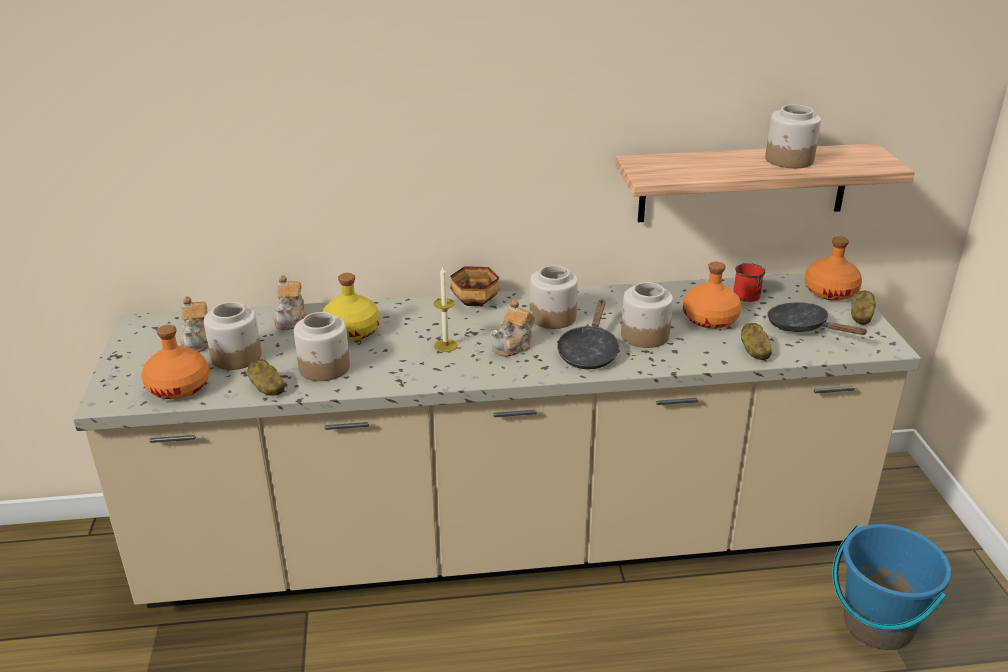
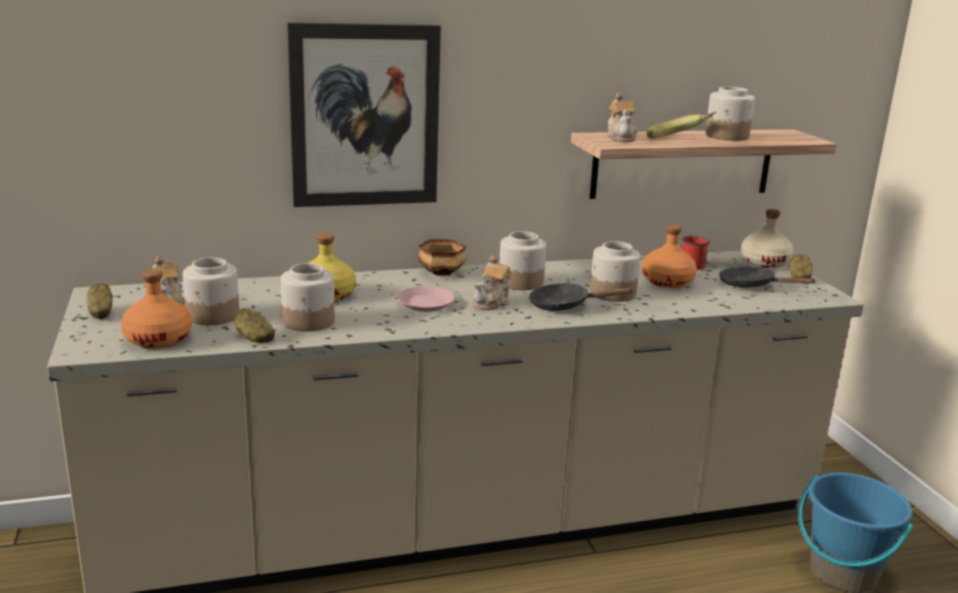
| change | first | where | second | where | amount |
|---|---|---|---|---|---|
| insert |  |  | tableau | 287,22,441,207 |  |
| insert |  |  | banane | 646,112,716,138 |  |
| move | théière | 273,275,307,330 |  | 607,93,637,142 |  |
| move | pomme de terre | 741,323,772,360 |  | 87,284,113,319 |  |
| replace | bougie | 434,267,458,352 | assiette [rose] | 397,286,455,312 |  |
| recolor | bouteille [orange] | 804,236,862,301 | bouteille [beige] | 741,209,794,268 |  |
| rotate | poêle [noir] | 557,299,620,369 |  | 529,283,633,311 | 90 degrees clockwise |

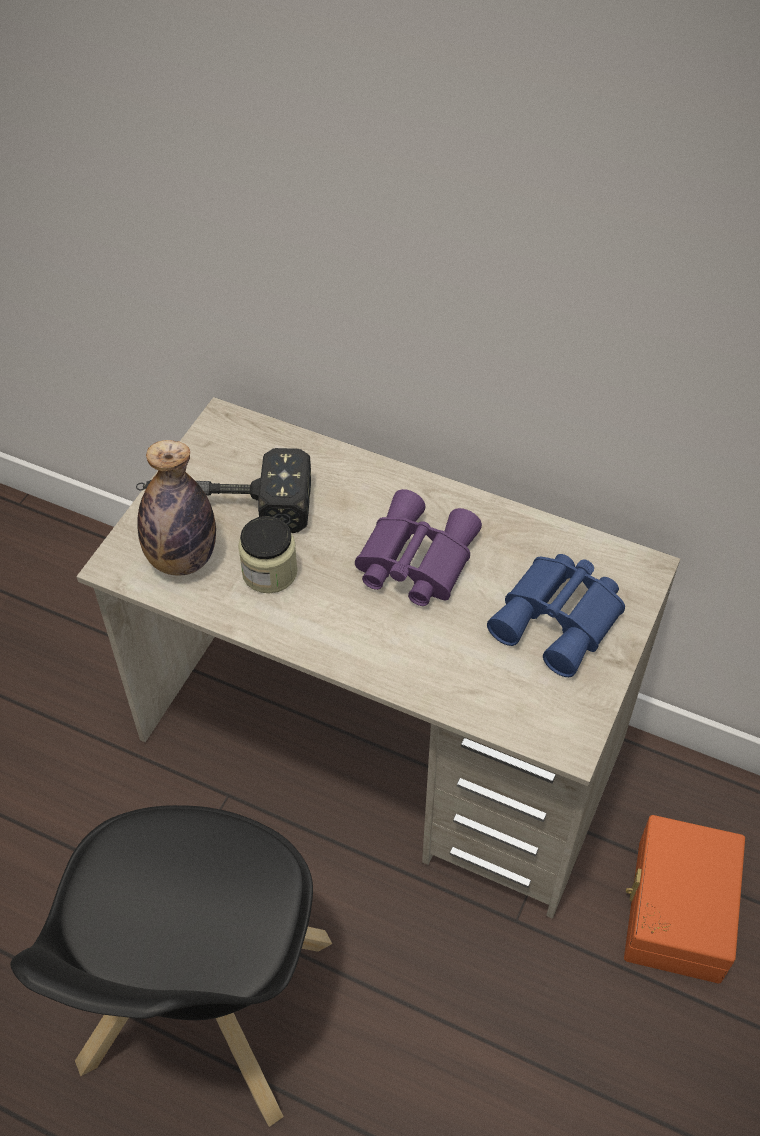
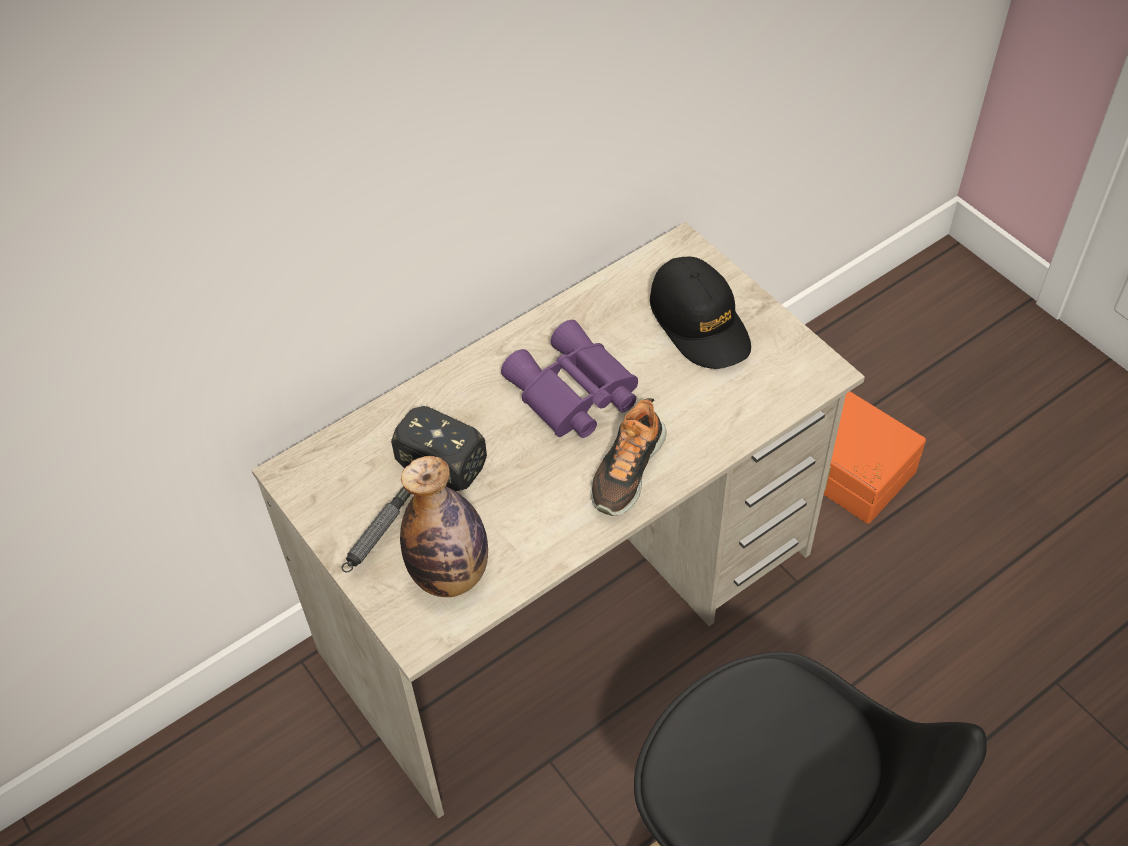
| change | first | where | second | where | amount |
|---|---|---|---|---|---|
| delete | bocal | 238,516,298,593 |  |  |  |
| insert |  |  | chaussure | 591,398,667,516 |  |
| replace | jumelles [bleu] | 487,554,625,677 | casquette [noir] | 650,257,751,369 |  |

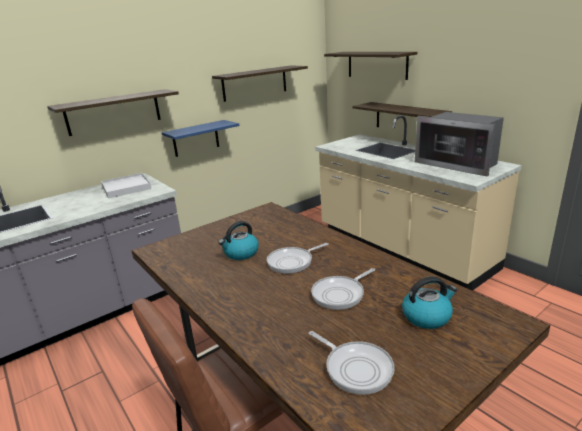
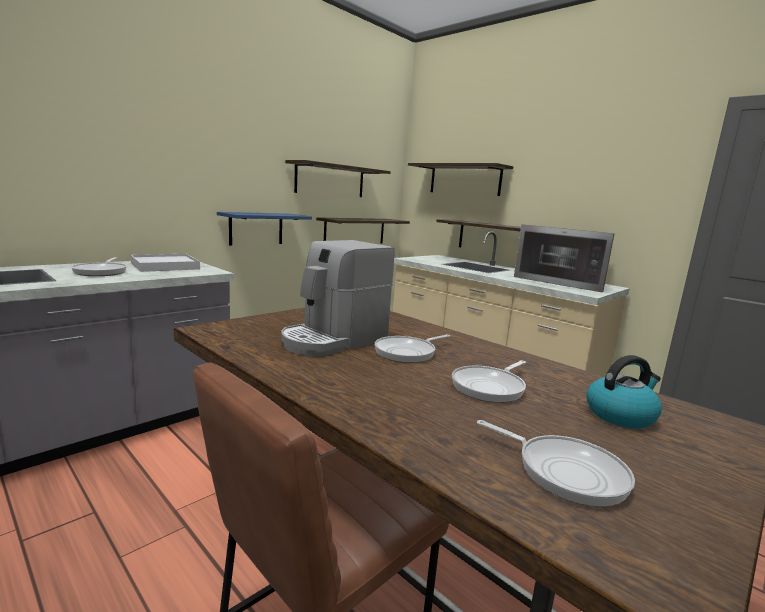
| change | first | where | second | where | amount |
|---|---|---|---|---|---|
| insert |  |  | poêle | 71,257,127,276 |  |
| move | étagère | 47,89,179,136 |  | 316,217,410,244 |  |
| replace | bouilloire | 219,221,259,260 | machine à café | 281,240,395,356 |  |

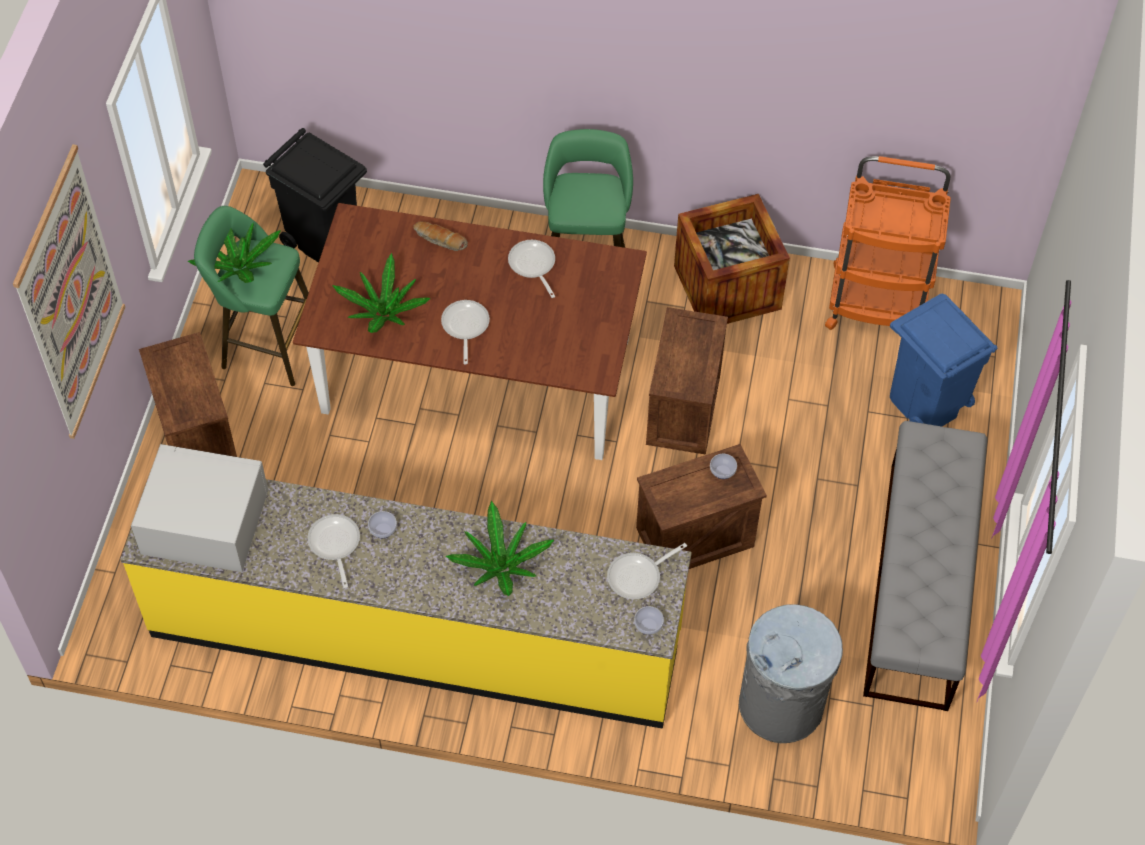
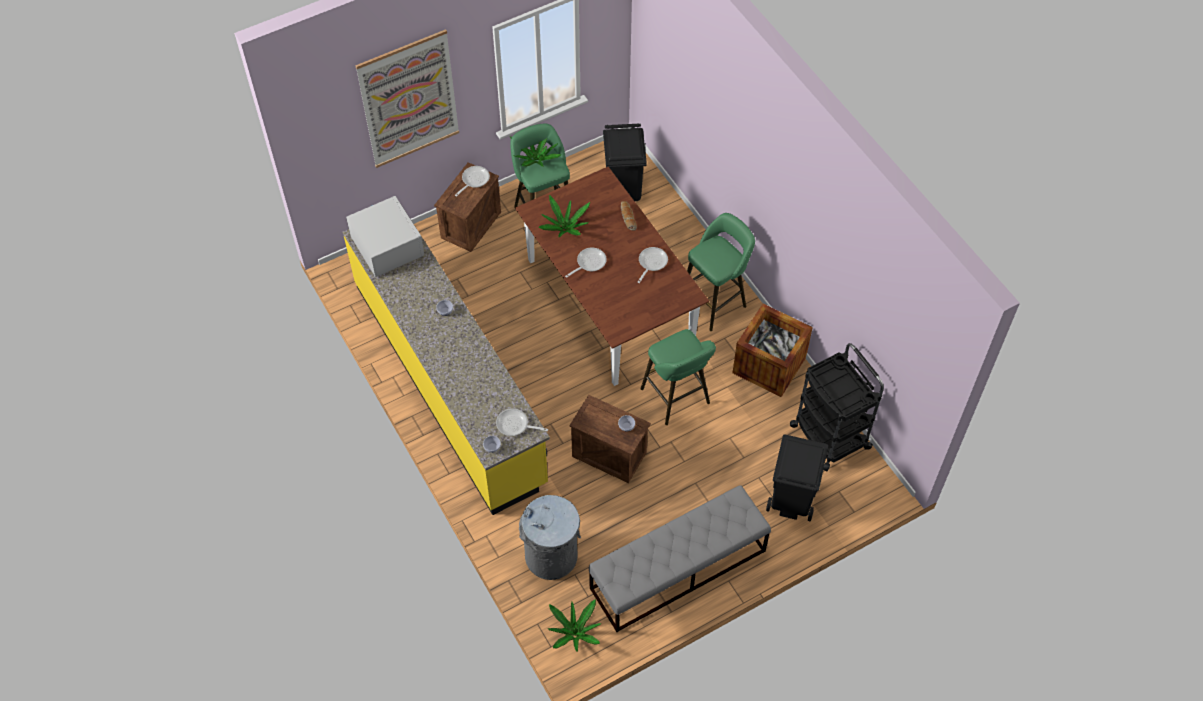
| change | first | where | second | where | amount |
|---|---|---|---|---|---|
| move | poêle | 307,514,360,588 |  | 455,166,490,196 |  |
| move | plante en pot | 446,501,554,596 |  | 548,599,601,652 |  |
| replace | caisse | 646,307,728,455 | tabouret [vert] | 641,329,716,425 |  |
| recolor | chariot [orange] | 825,156,951,330 | chariot [noir] | 790,343,884,471 |  |
| recolor | poubelle [bleu] | 890,294,998,427 | poubelle [noir] | 766,434,828,521 |  |

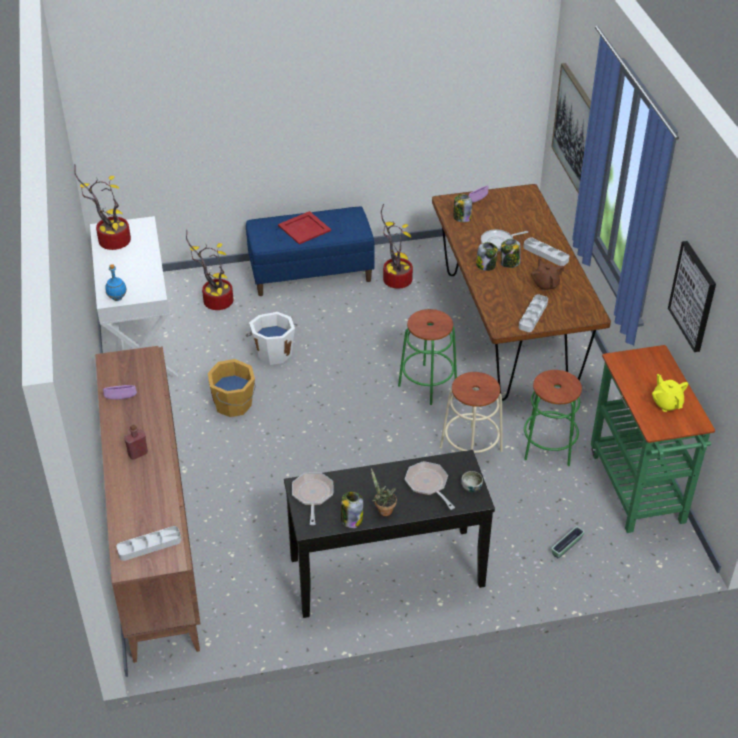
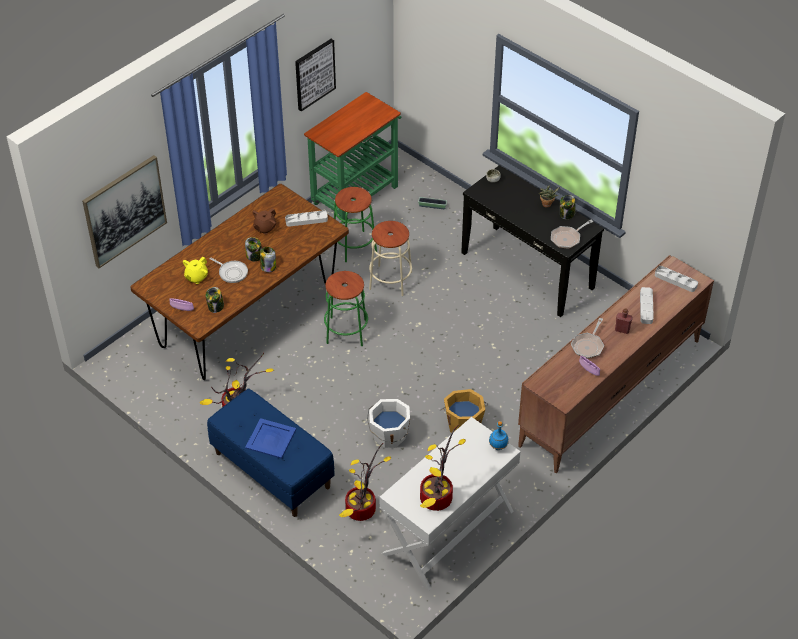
| change | first | where | second | where | amount |
|---|---|---|---|---|---|
| move | poêle | 405,461,455,510 |  | 571,318,604,359 |  |
| move | plateau [gris] | 523,237,569,266 |  | 640,287,654,324 |  |
| move | théière [jaune] | 652,374,688,412 |  | 183,257,208,284 |  |
| recolor | plateau [rouge] | 278,211,331,244 | plateau [bleu] | 245,418,296,459 |  |

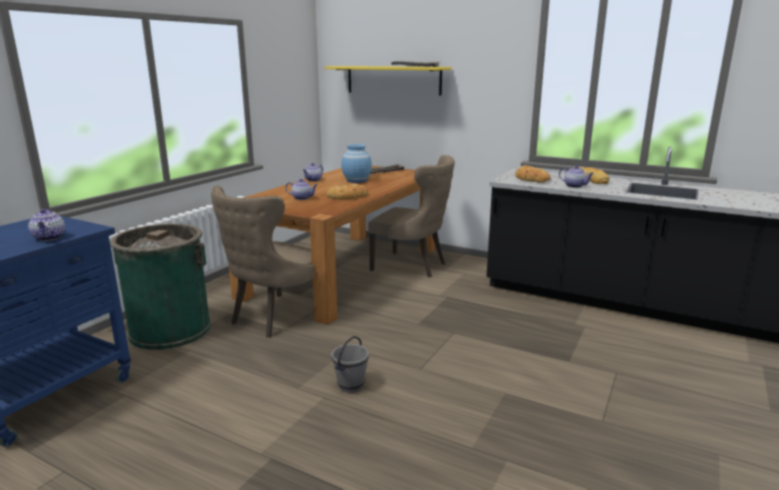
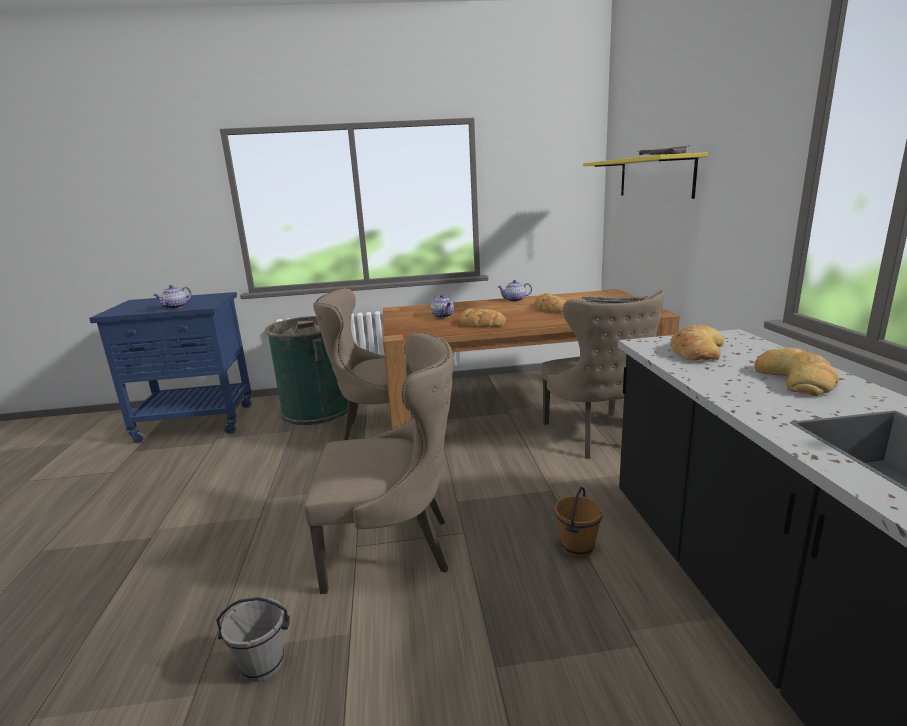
| change | first | where | second | where | amount |
|---|---|---|---|---|---|
| delete | théière | 559,166,594,188 |  |  |  |
| insert |  |  | chaise [beige] | 304,332,453,594 |  |
| insert |  |  | seau [marron] | 555,487,603,558 |  |
| move | seau [gris] | 331,336,369,393 |  | 216,597,290,682 |  |
| replace | vase [bleu] | 341,144,372,183 | pain | 534,293,566,313 |  |

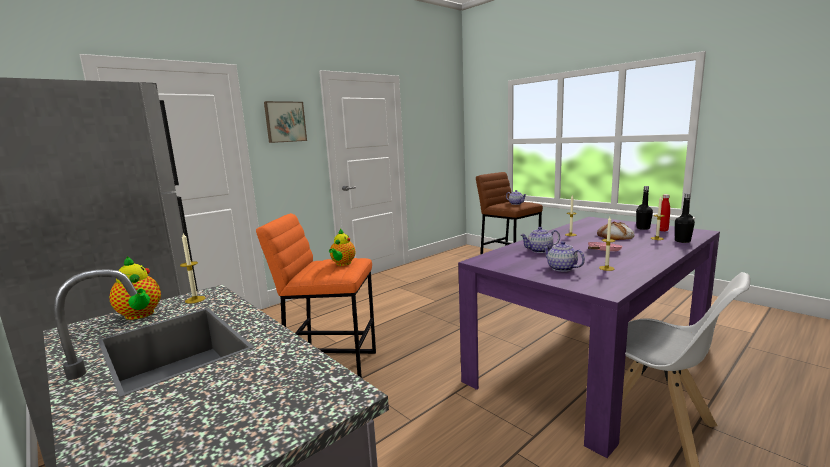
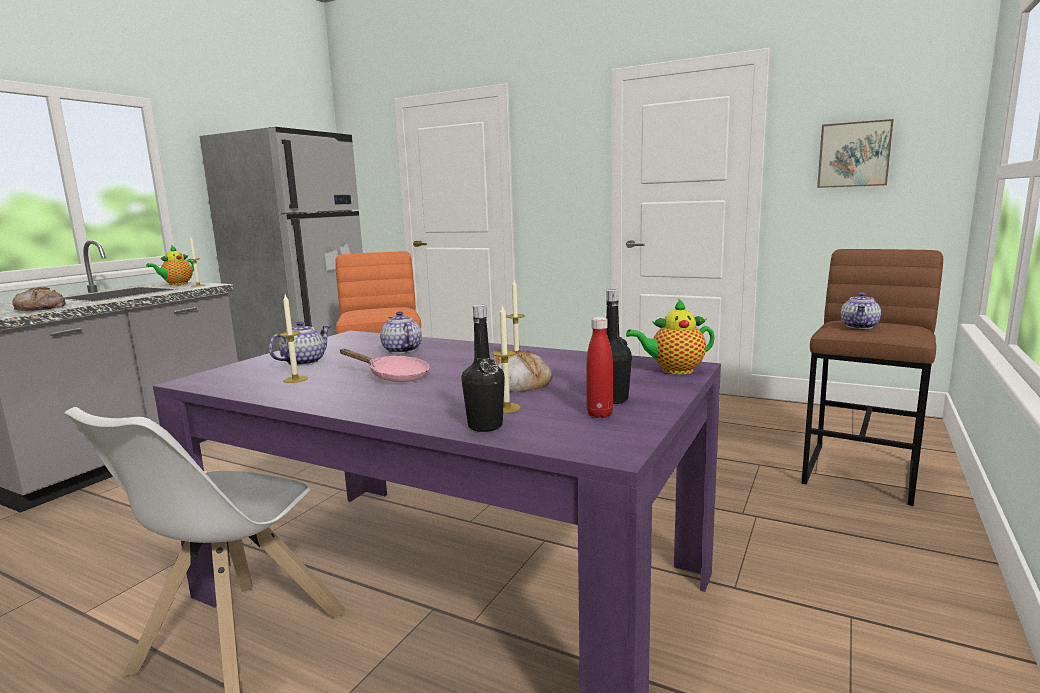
| change | first | where | second | where | amount |
|---|---|---|---|---|---|
| insert |  |  | pain | 12,287,66,311 |  |
| move | tableau | 264,101,307,143 |  | 817,119,894,188 |  |
| move | théière | 329,229,356,266 |  | 626,299,715,375 |  |

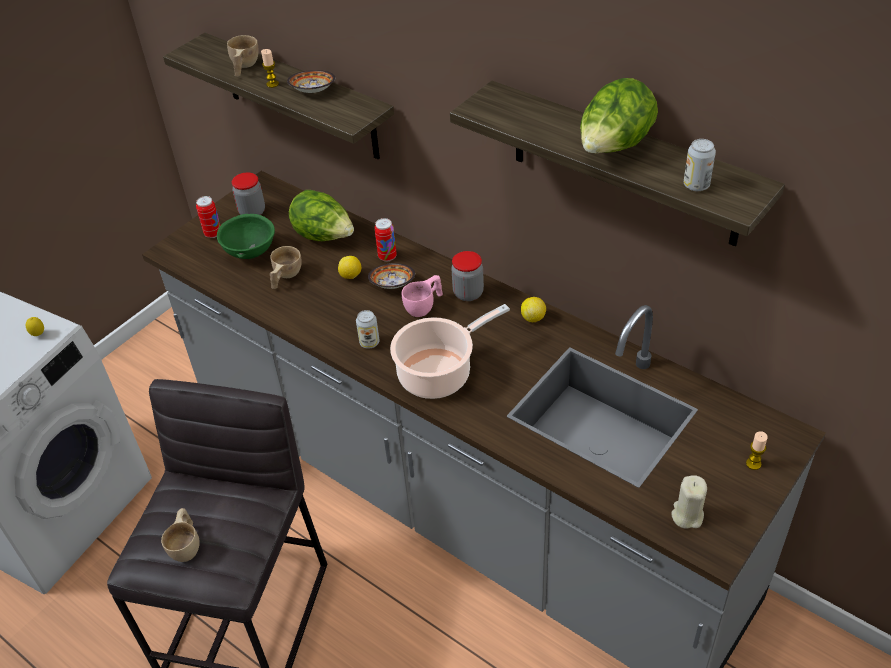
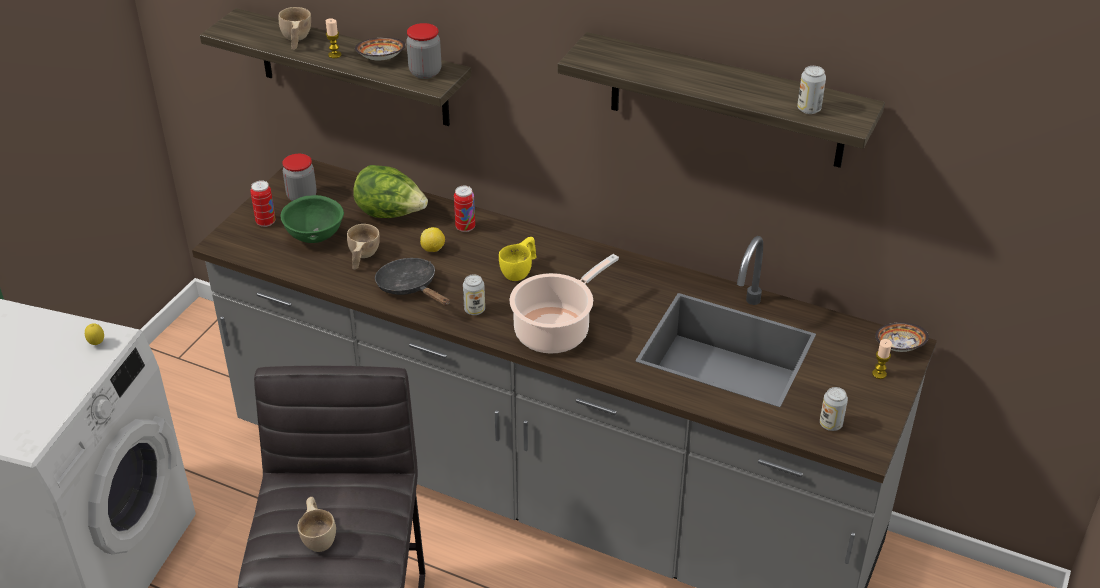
| change | first | where | second | where | amount |
|---|---|---|---|---|---|
| delete | citron | 521,297,546,322 |  |  |  |
| delete | laitue | 580,78,658,153 |  |  |  |
| insert |  |  | poêle [noir] | 375,258,450,306 |  |
| move | bol | 368,263,415,289 |  | 875,322,929,352 |  |
| move | bocal | 451,251,484,301 |  | 406,23,441,79 |  |
| replace | bougie [beige] | 671,475,707,529 | boîte métallique | 820,387,848,431 |  |
| recolor | tasse [rose] | 401,275,443,317 | tasse [jaune] | 499,237,536,281 |  |

